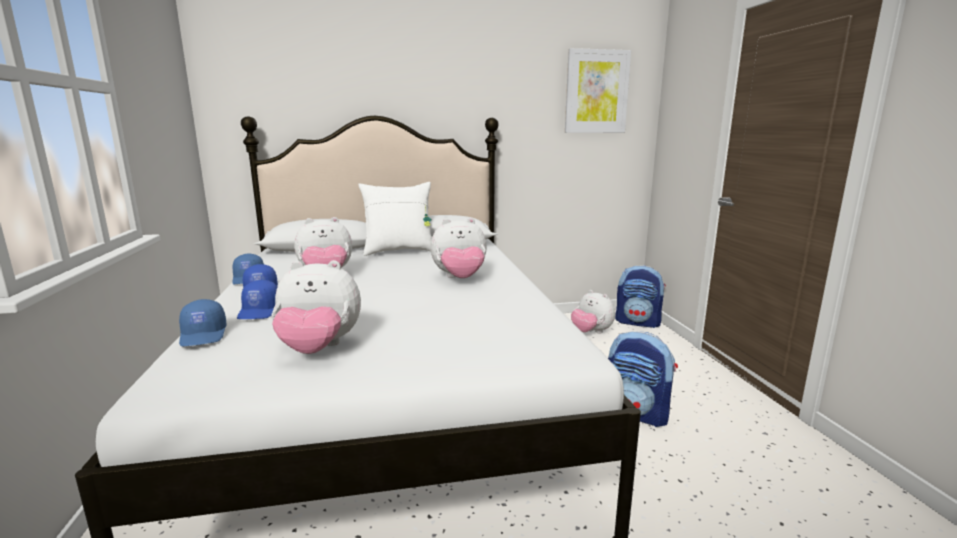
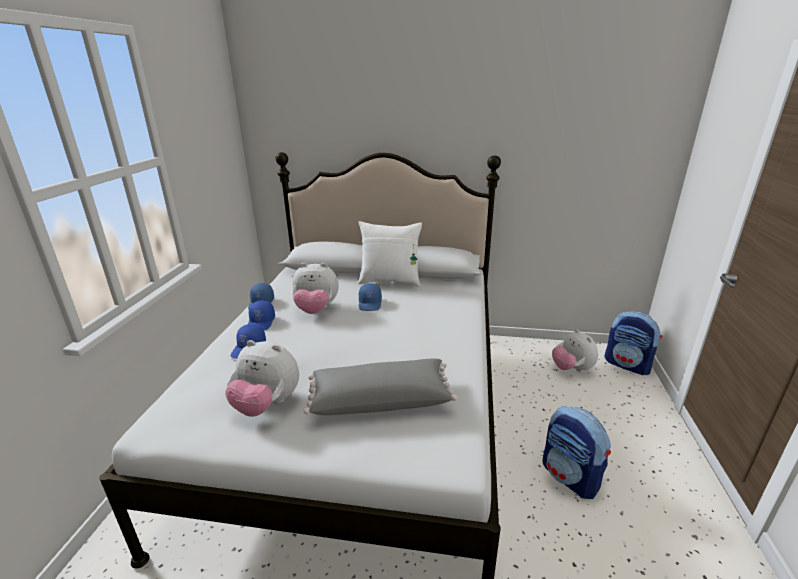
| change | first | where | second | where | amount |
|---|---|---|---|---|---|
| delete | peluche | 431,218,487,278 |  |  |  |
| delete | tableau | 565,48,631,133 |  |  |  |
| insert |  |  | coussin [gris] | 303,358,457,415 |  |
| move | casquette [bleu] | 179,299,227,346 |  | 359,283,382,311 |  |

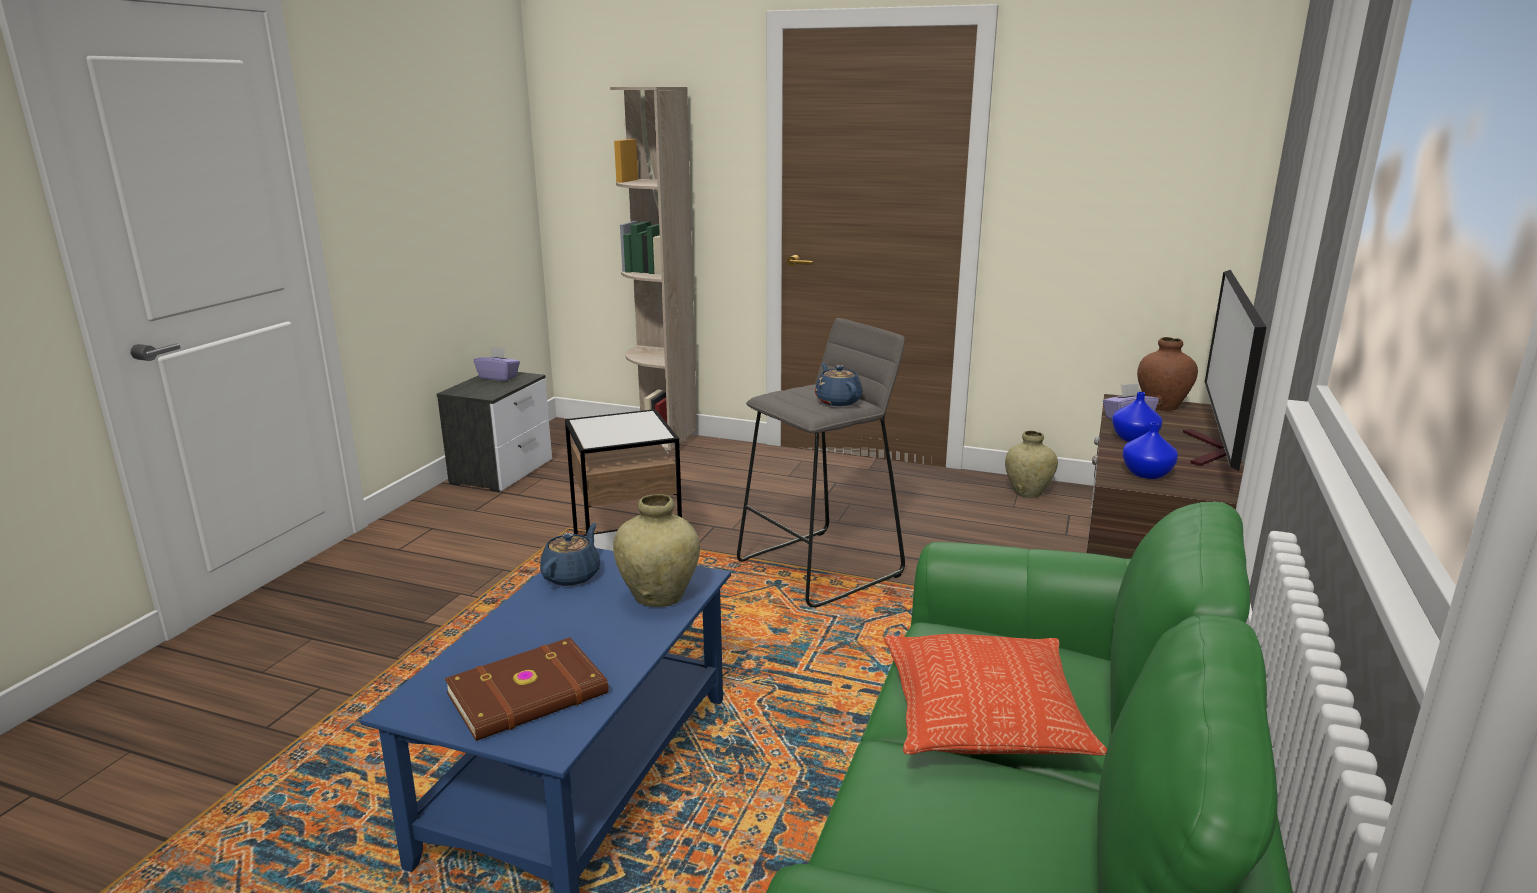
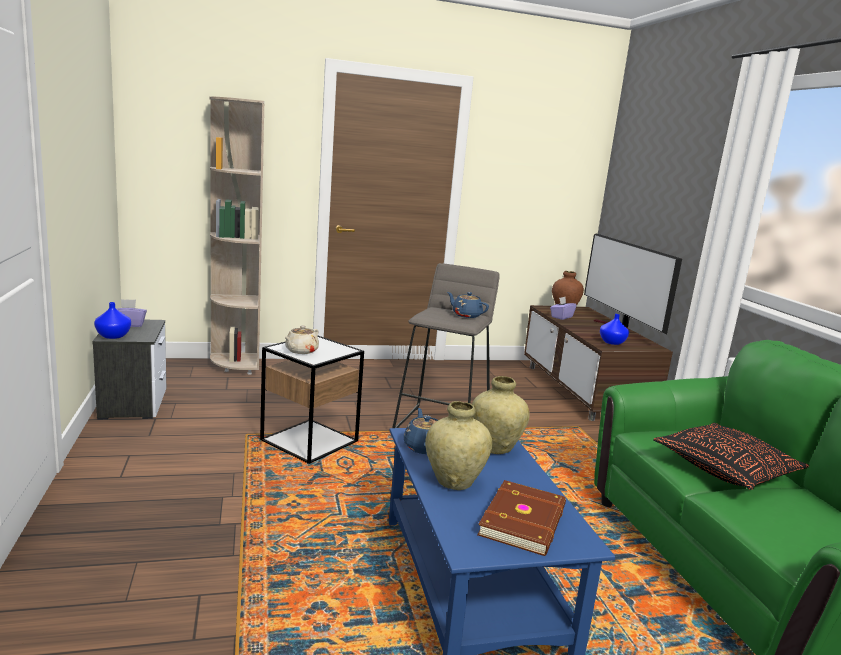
| change | first | where | second | where | amount |
|---|---|---|---|---|---|
| insert |  |  | théière [beige] | 284,325,319,354 |  |
| move | vase [beige] | 1005,430,1058,498 |  | 425,401,492,490 |  |
| move | vase [bleu] | 1112,392,1162,442 |  | 94,302,131,339 |  |
| recolor | coussin [orange] | 884,634,1107,755 | coussin [noir] | 653,423,809,490 |  |

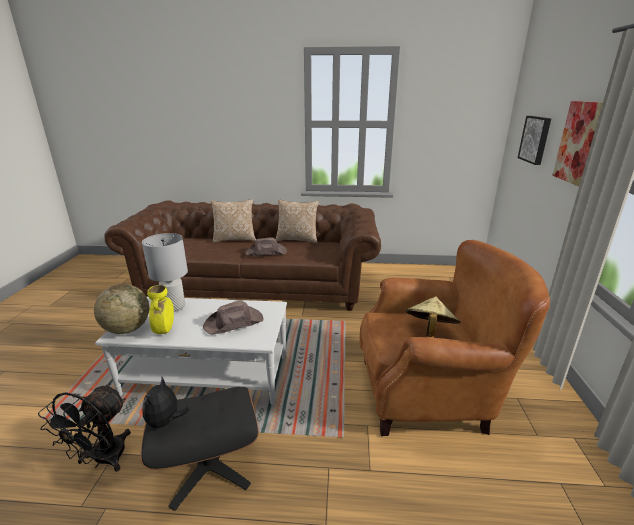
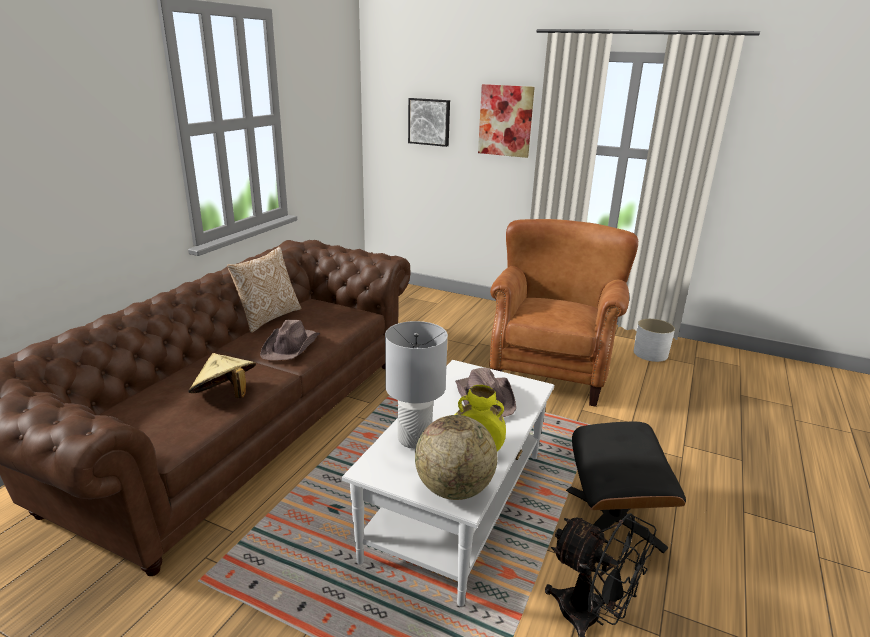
| change | first | where | second | where | amount |
|---|---|---|---|---|---|
| delete | peluche | 142,377,189,428 |  |  |  |
| delete | coussin | 211,199,256,243 |  |  |  |
| insert |  |  | cache-pot [blanc] | 634,319,675,362 |  |
| move | chapeau [beige] | 405,296,461,337 |  | 188,353,256,398 |  |

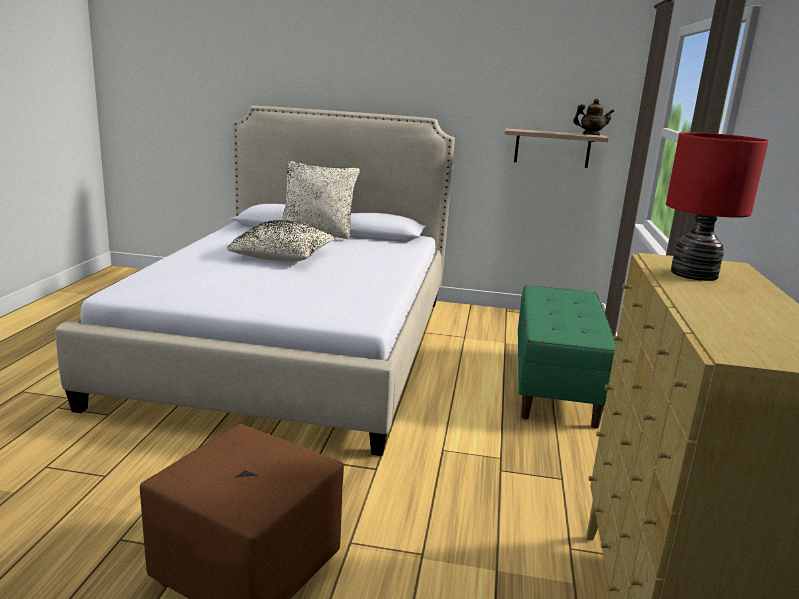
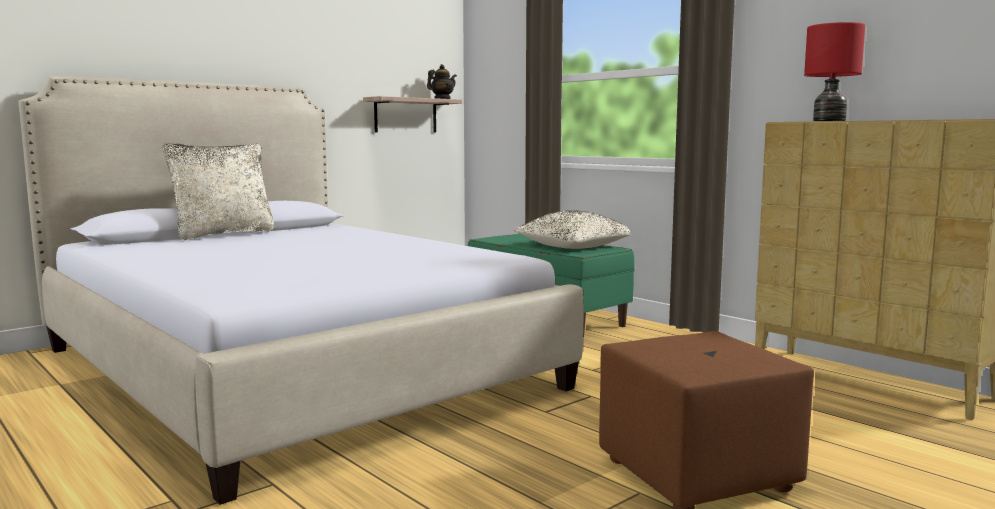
| change | first | where | second | where | amount |
|---|---|---|---|---|---|
| move | coussin [beige] | 227,220,335,262 |  | 514,210,631,249 |  |

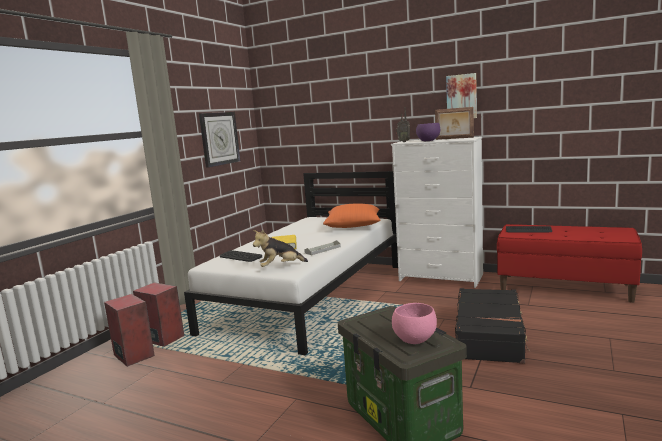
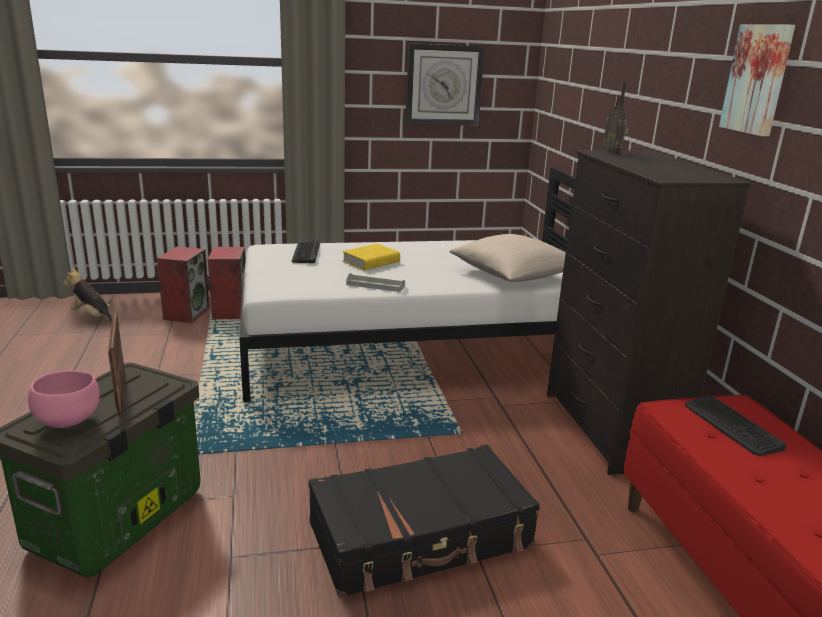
| change | first | where | second | where | amount |
|---|---|---|---|---|---|
| delete | bol [violet] | 416,123,440,141 |  |  |  |
| move | peluche | 253,229,308,267 |  | 63,268,112,323 |  |
| move | cadre photo | 435,107,474,140 |  | 108,310,125,418 |  |
| recolor | coussin [orange] | 323,203,381,228 | coussin [beige] | 450,234,566,282 |  |
| recolor | commode [blanc] | 391,137,483,288 | commode [noir] | 547,150,751,475 |  |

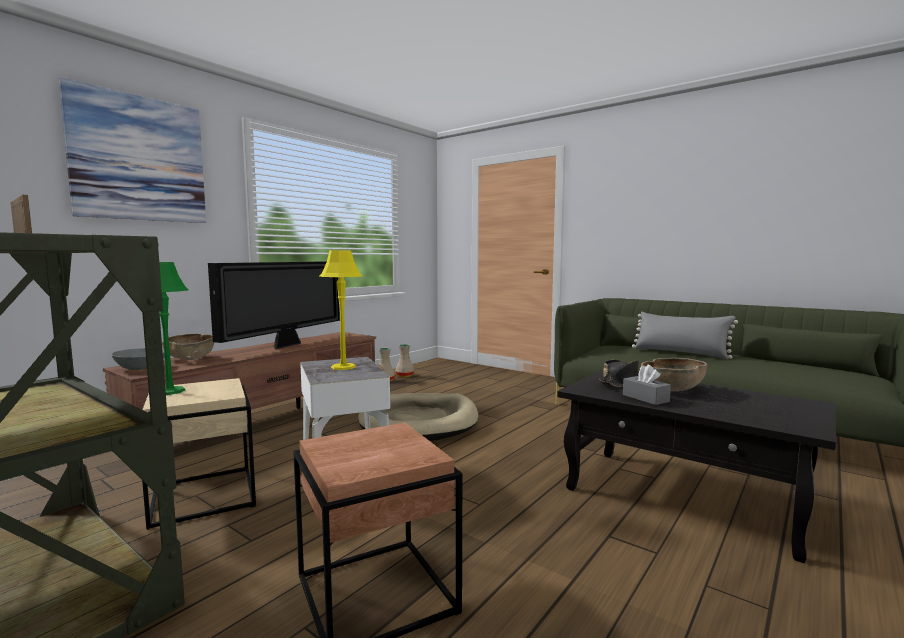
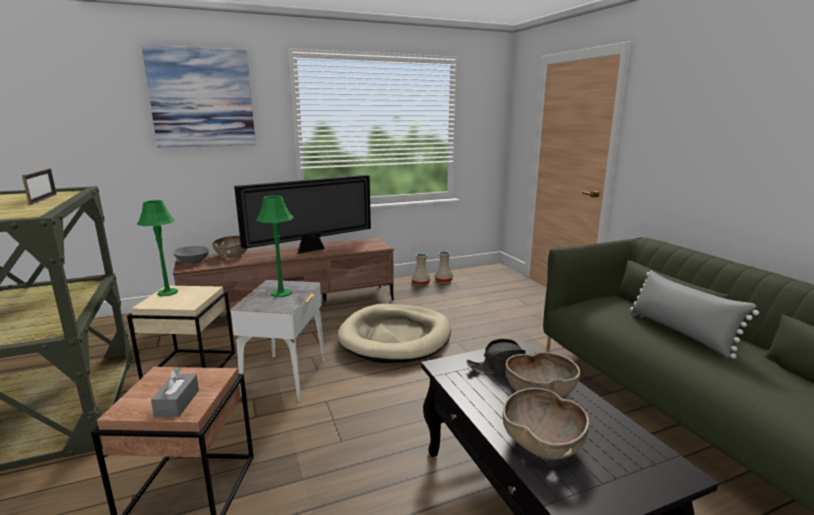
| change | first | where | second | where | amount |
|---|---|---|---|---|---|
| insert |  |  | bol [marron] | 503,388,589,459 |  |
| move | boîte à mouchoirs [gris] | 623,365,671,405 |  | 151,367,199,417 |  |
| recolor | lampe de table [jaune] | 319,250,362,370 | lampe de table [vert] | 256,195,294,297 |  |

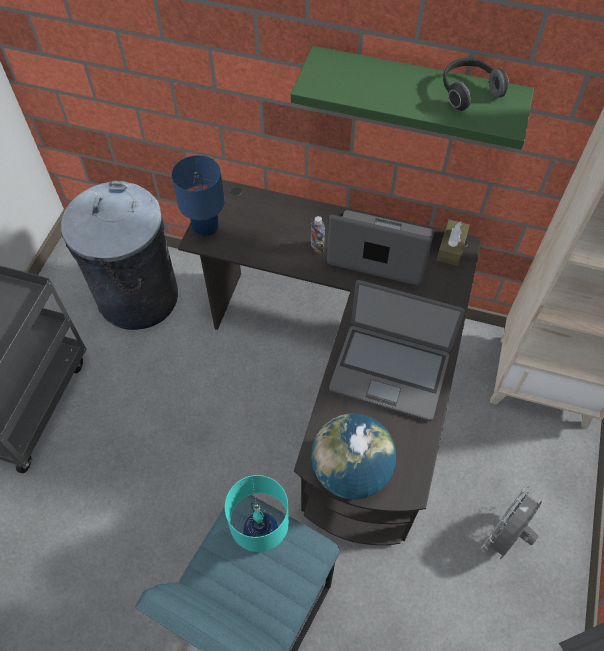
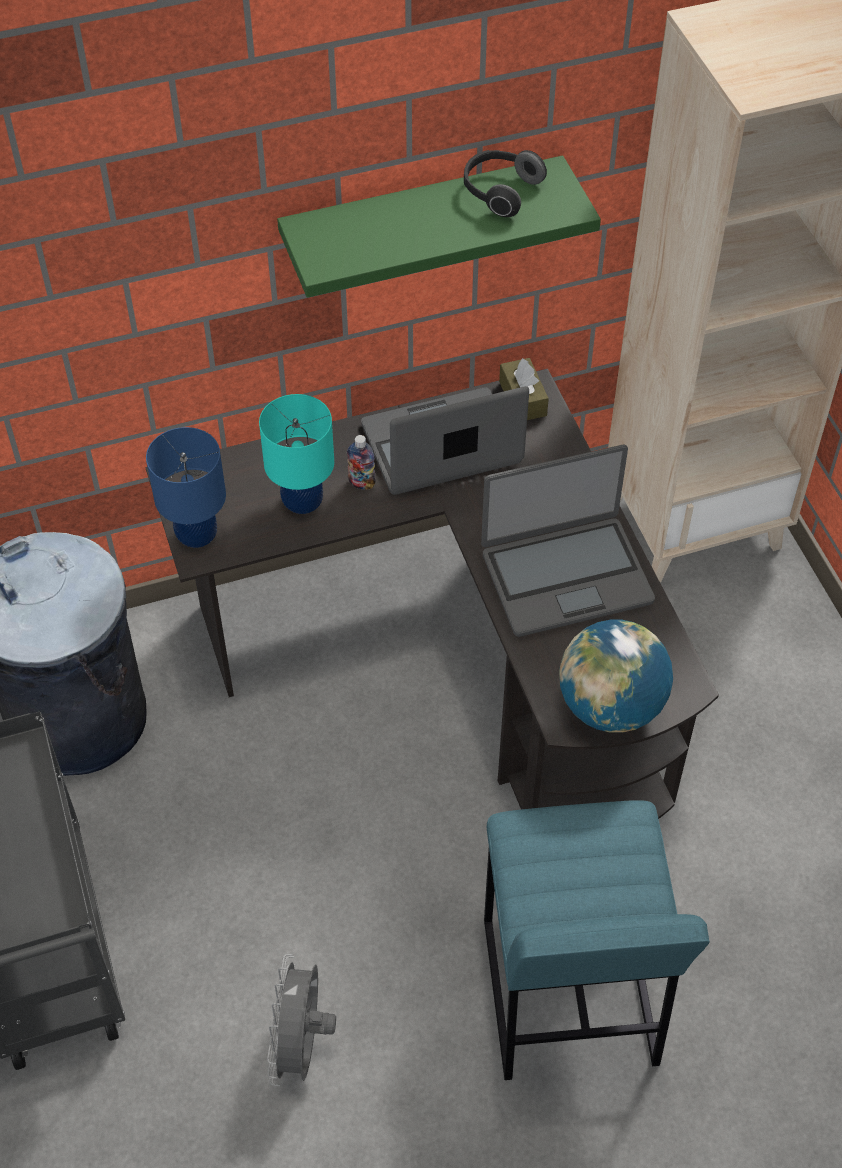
| change | first | where | second | where | amount |
|---|---|---|---|---|---|
| move | lampe de table [turquoise] | 225,475,289,552 |  | 259,394,334,514 |  |
| move | ventilateur [gris] | 481,485,542,559 |  | 267,954,336,1086 |  |

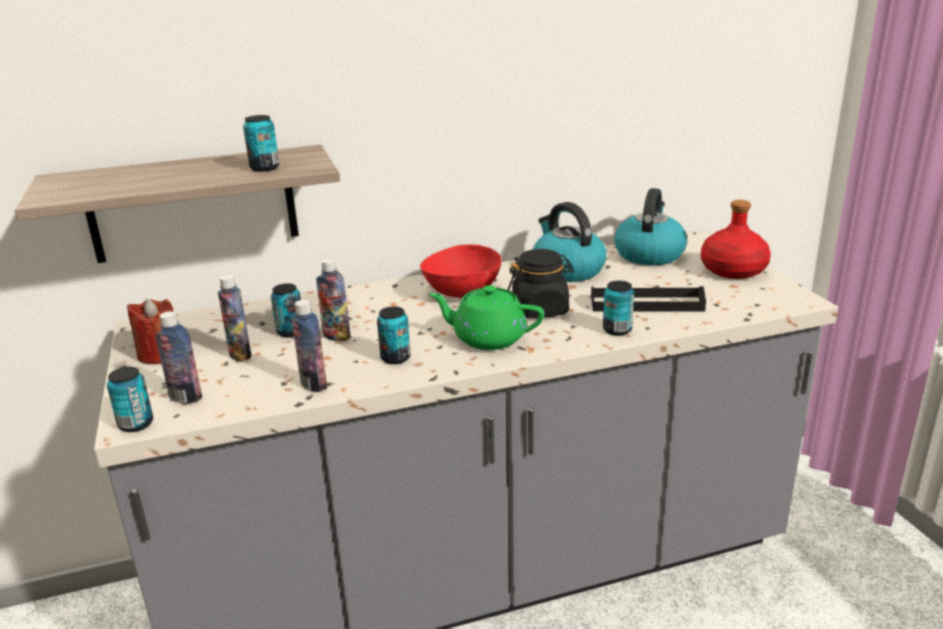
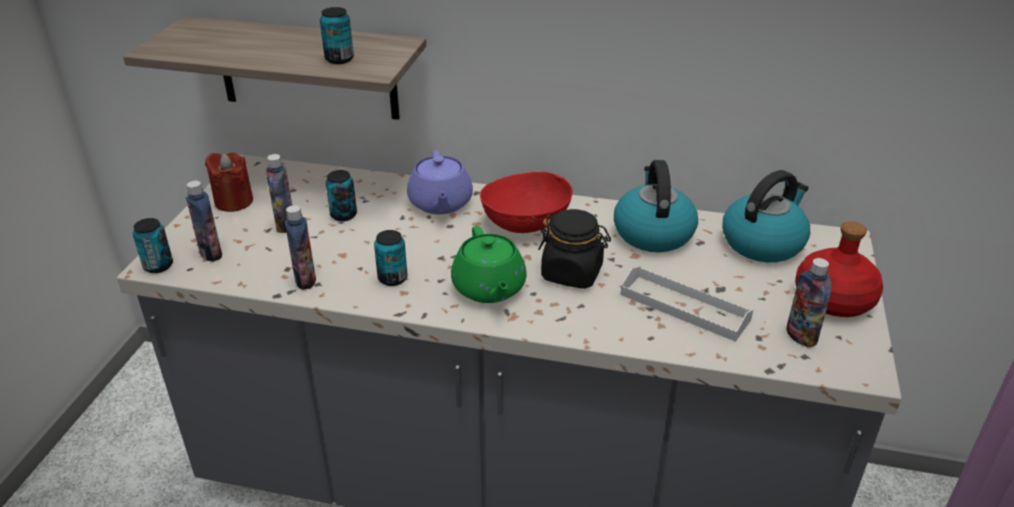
| change | first | where | second | where | amount |
|---|---|---|---|---|---|
| delete | boîte métallique | 603,281,634,336 |  |  |  |
| insert |  |  | théière [violet] | 407,150,473,214 |  |
| move | bouteille | 316,258,351,341 |  | 786,258,832,348 |  |
| recolor | plateau [noir] | 591,286,706,311 | plateau [blanc] | 621,266,753,342 |  |
| rotate | théière [vert] | 429,285,545,350 |  | 451,226,527,303 | 150 degrees counterclockwise |

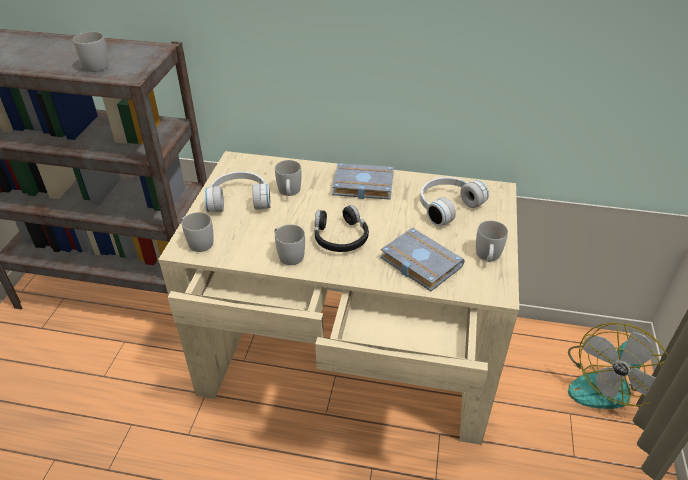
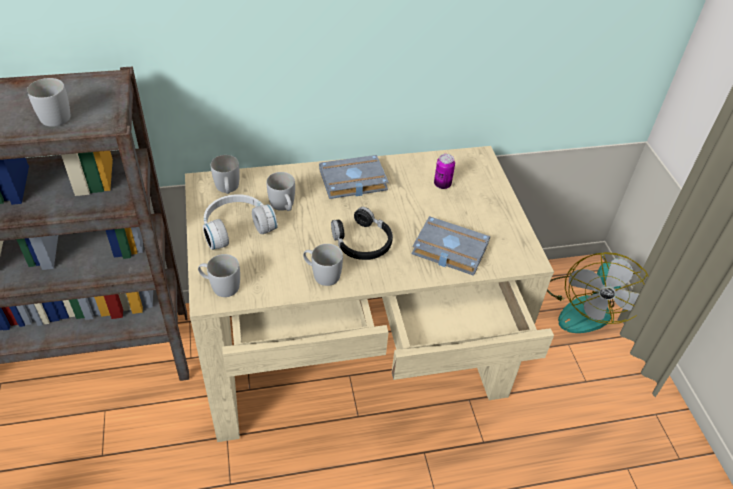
| change | first | where | second | where | amount |
|---|---|---|---|---|---|
| move | mug [blanc] | 476,221,508,262 |  | 211,155,240,194 |  |
| replace | casque audio [blanc] | 420,177,489,226 | boîte métallique | 434,154,455,189 |  |

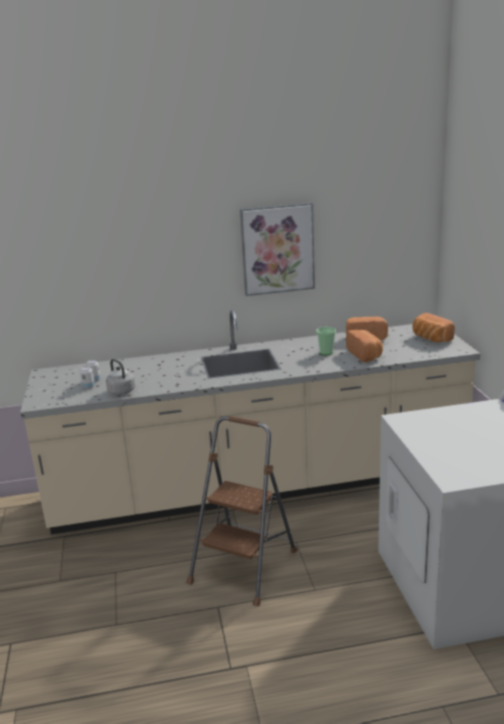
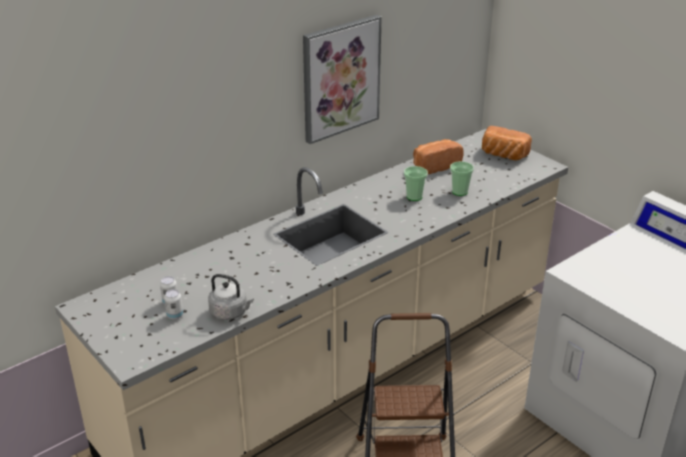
| change | first | where | second | where | amount |
|---|---|---|---|---|---|
| replace | pain | 346,330,383,362 | tasse | 450,161,474,196 |  |

